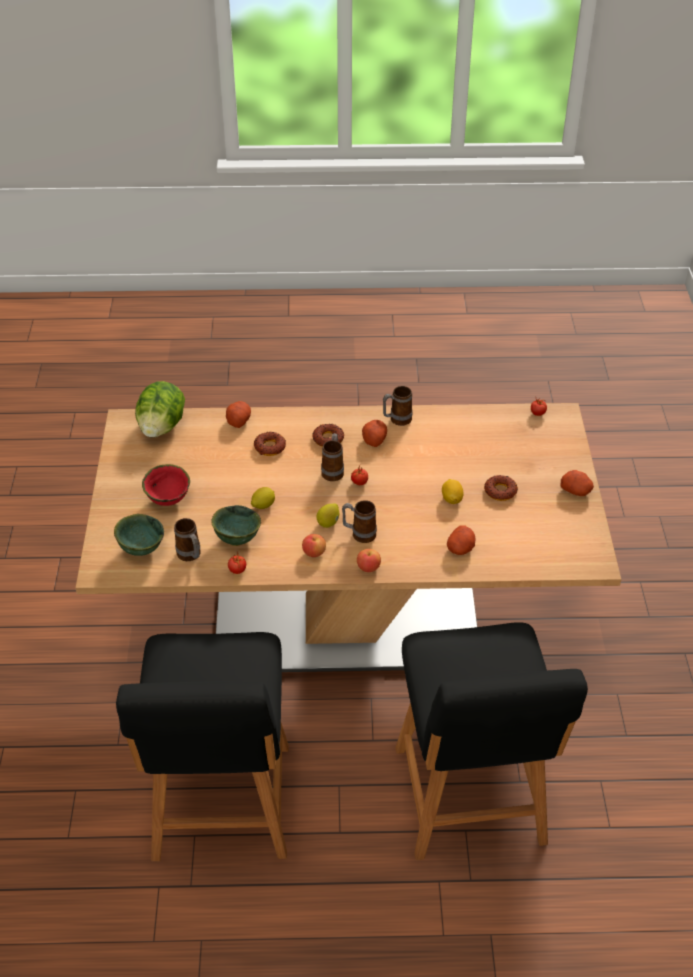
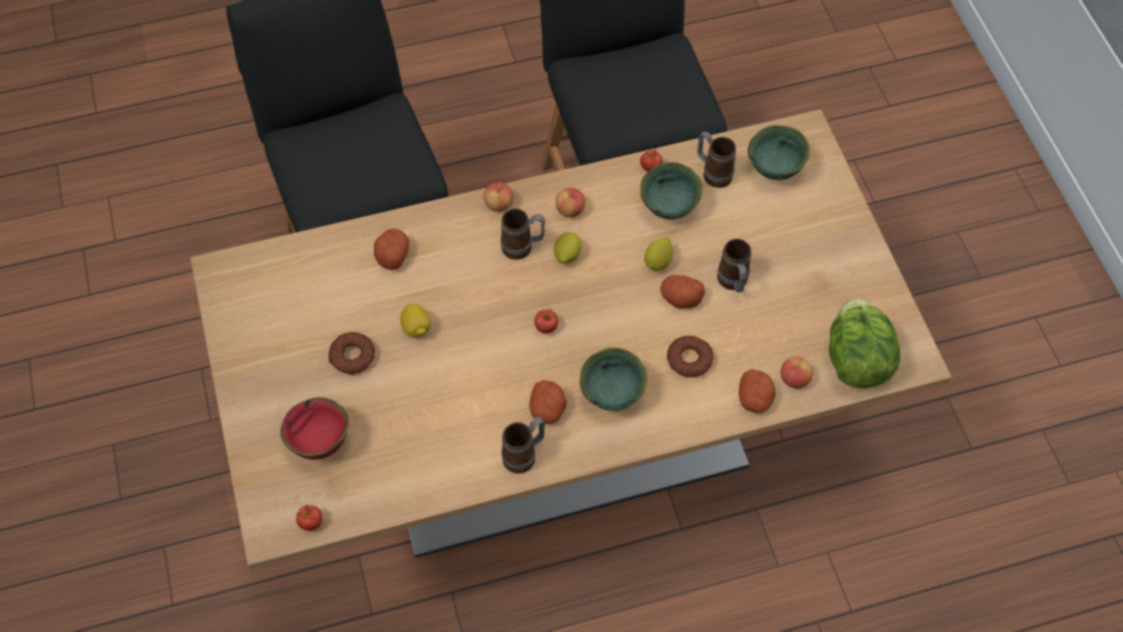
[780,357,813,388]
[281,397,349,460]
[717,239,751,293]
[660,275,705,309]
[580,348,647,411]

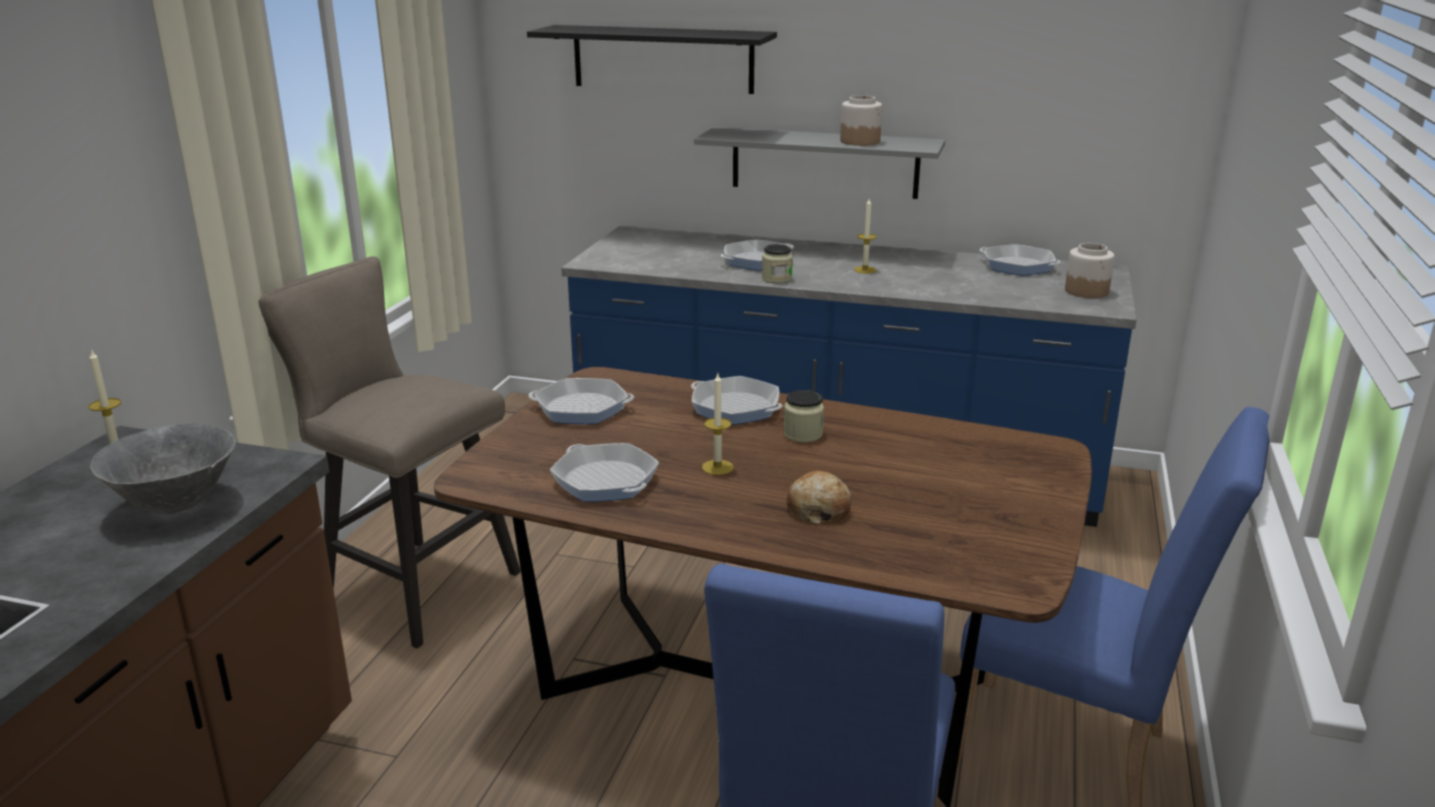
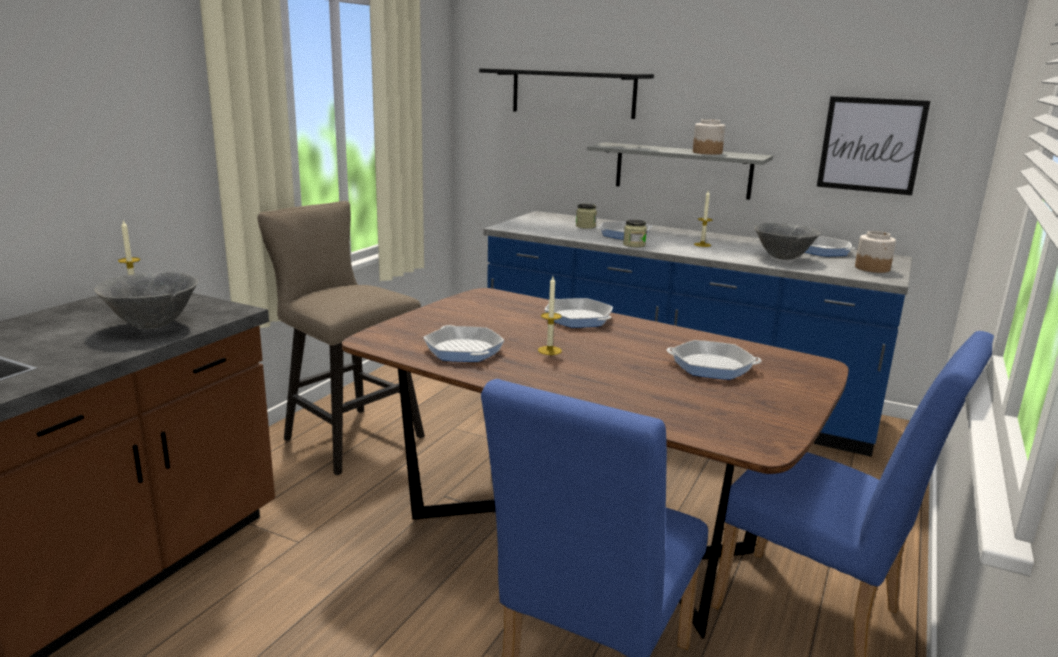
[786,471,851,524] (first image)
[754,223,821,260]
[817,96,930,195]
[667,340,762,380]
[576,204,597,229]

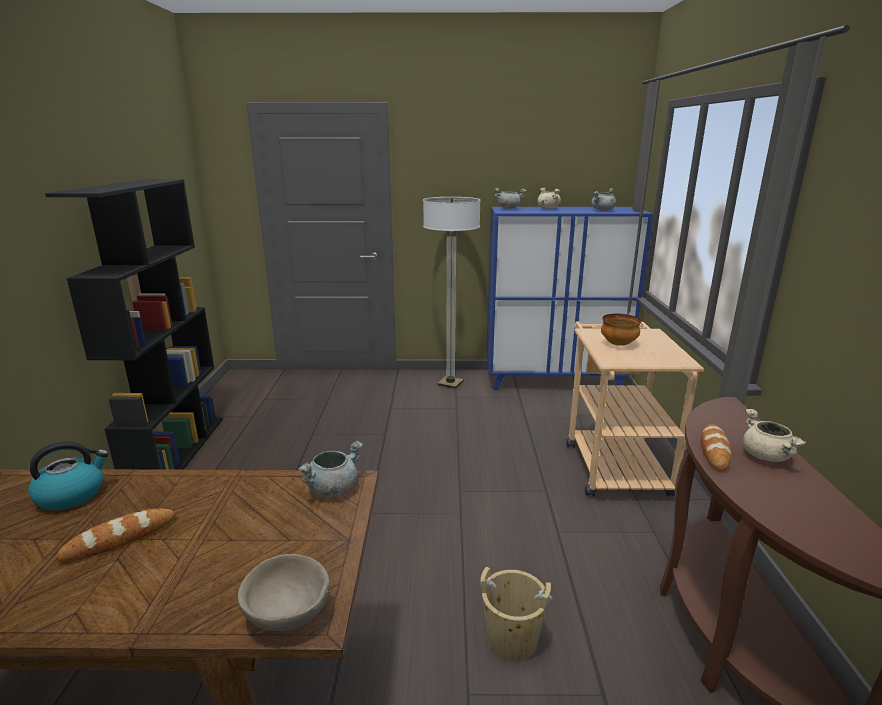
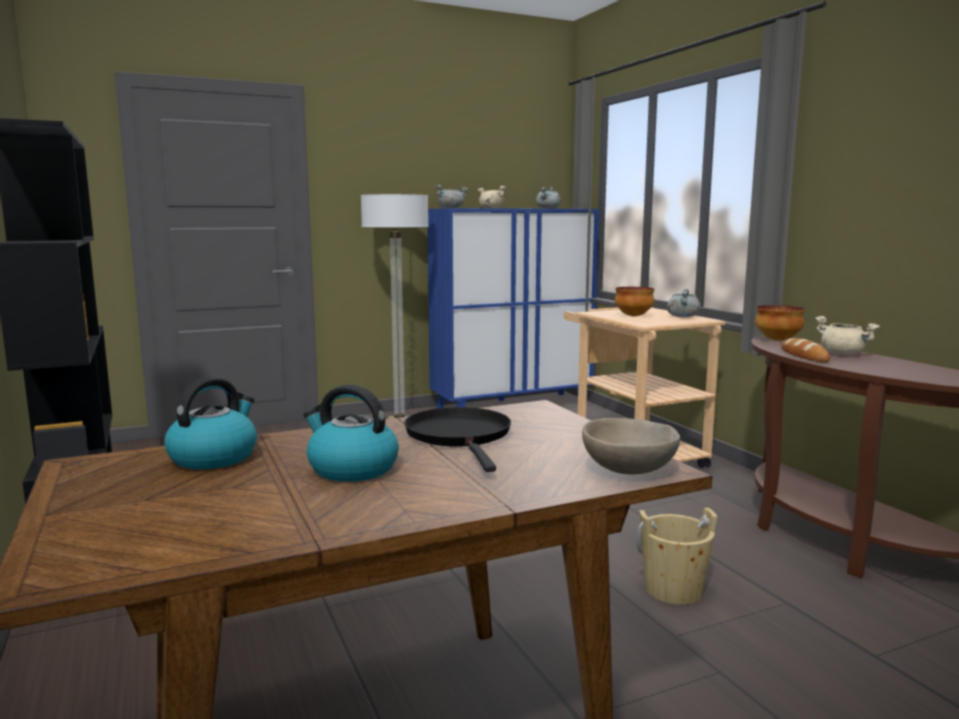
[404,407,511,472]
[755,305,805,341]
[667,289,701,317]
[303,385,399,482]

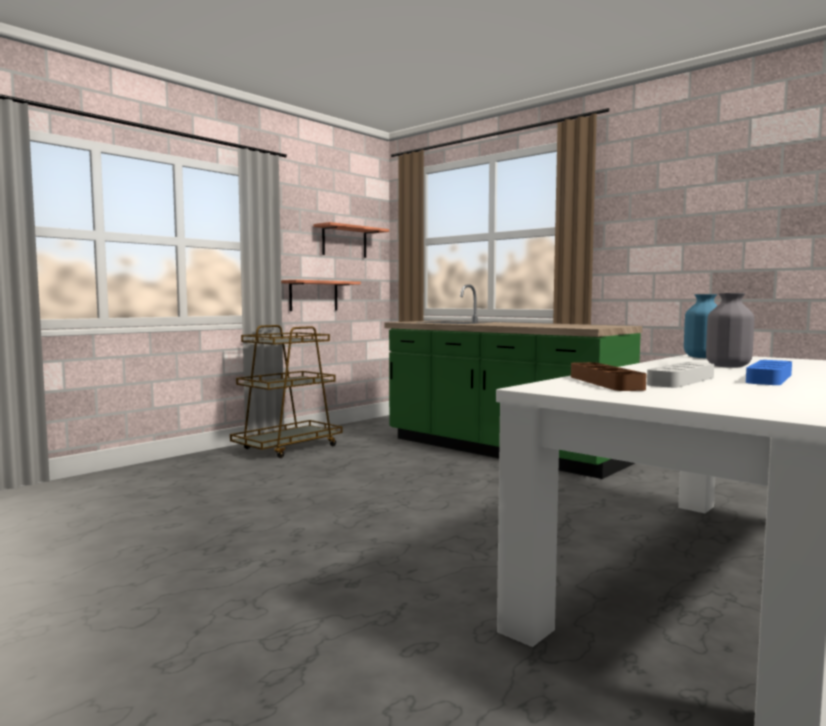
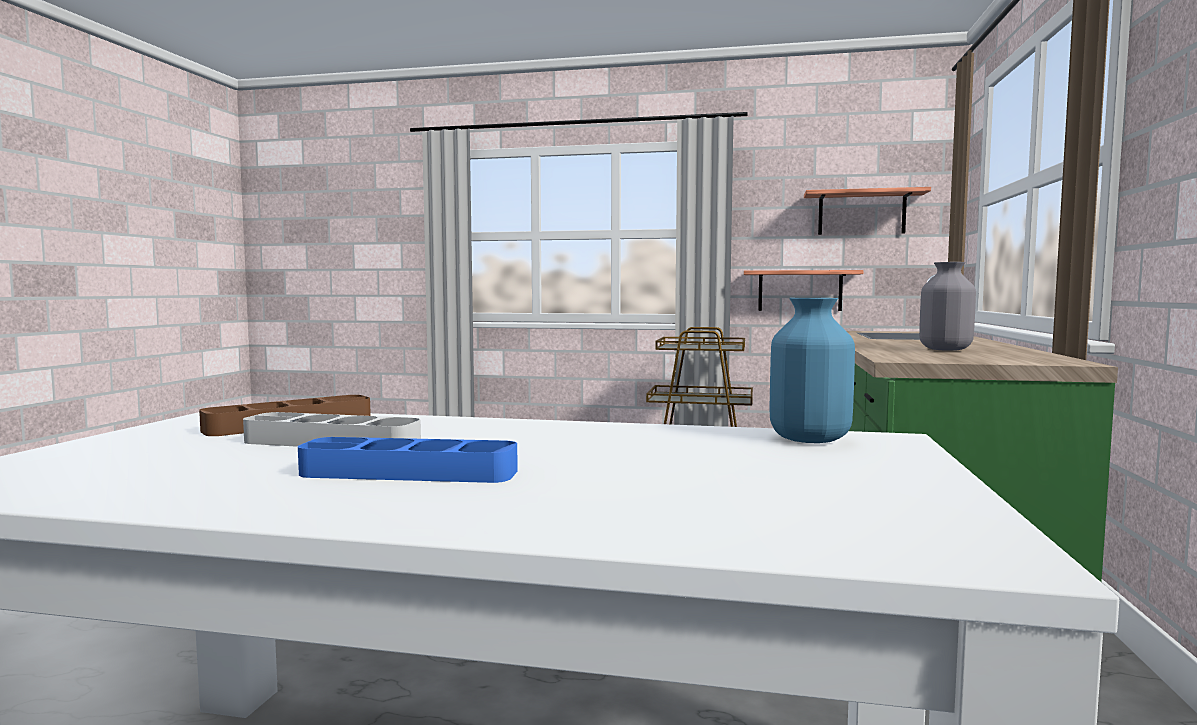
[919,262,976,351]

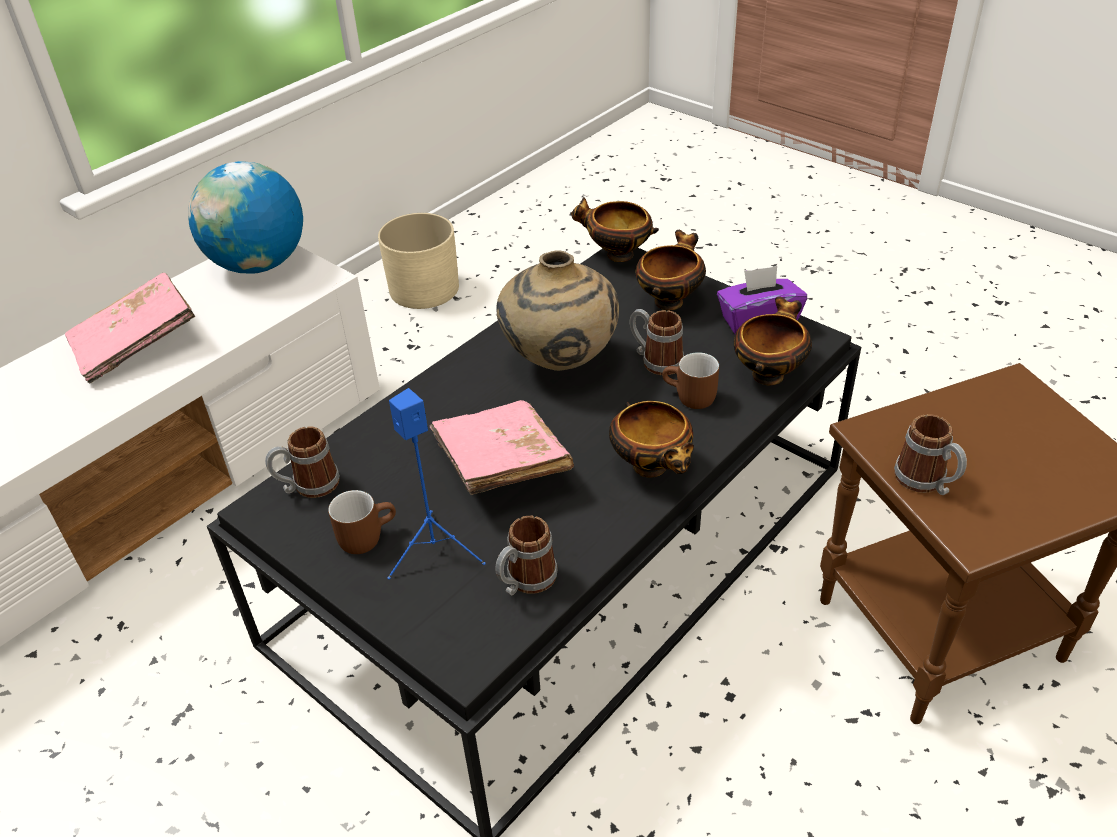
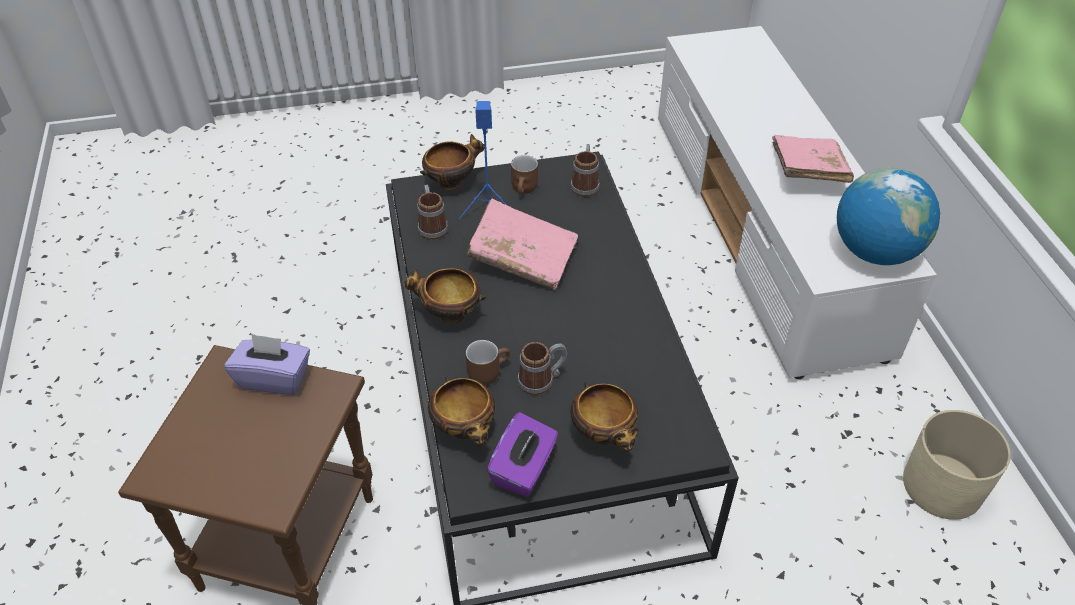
[497,250,619,371] (first image)
[420,134,484,191]
[224,333,310,395]

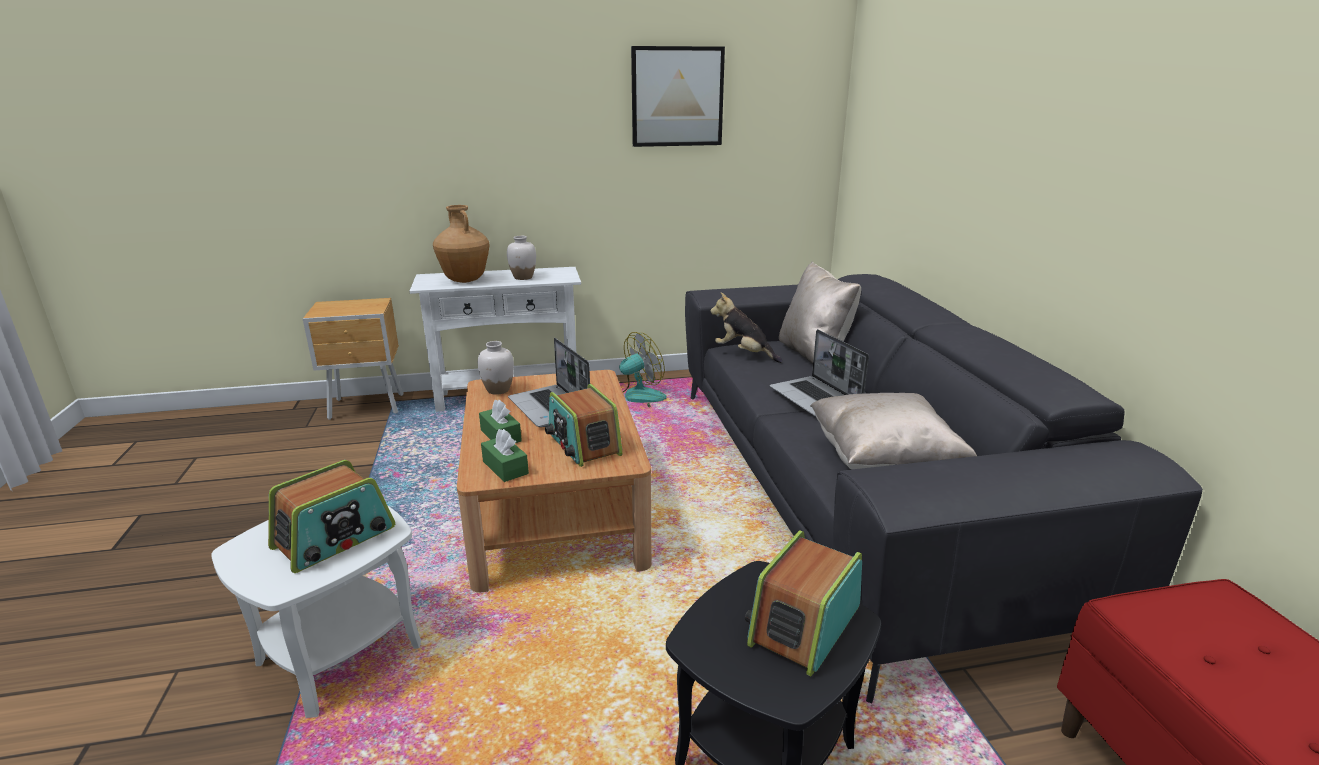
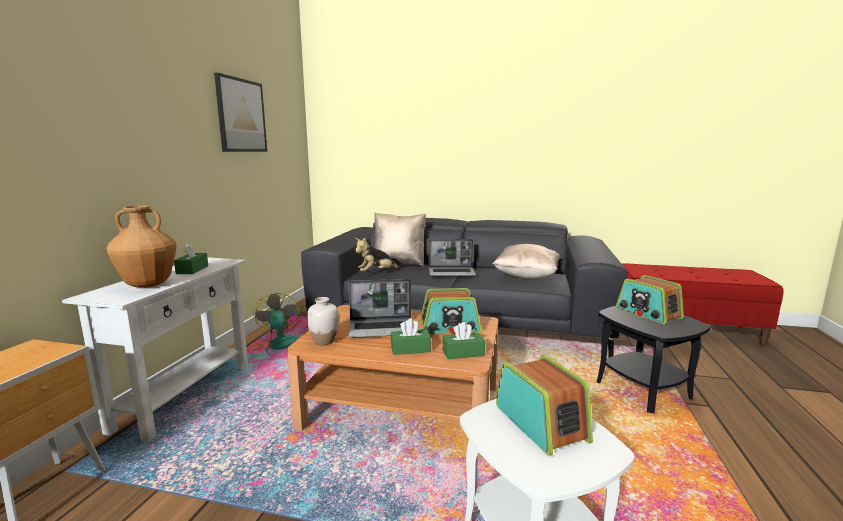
[174,243,208,274]

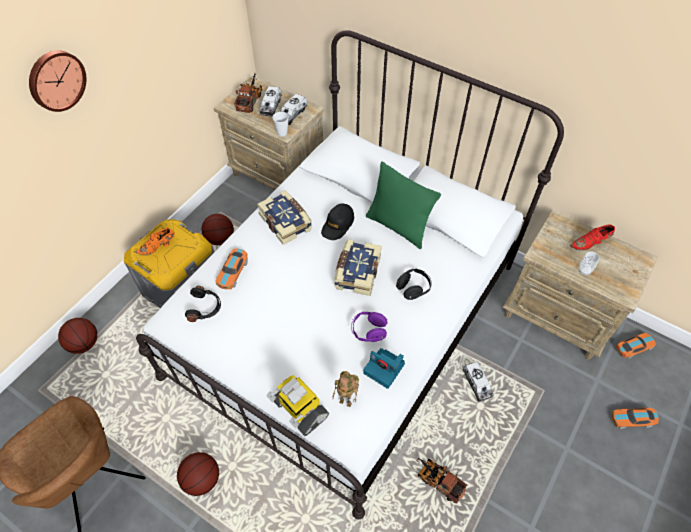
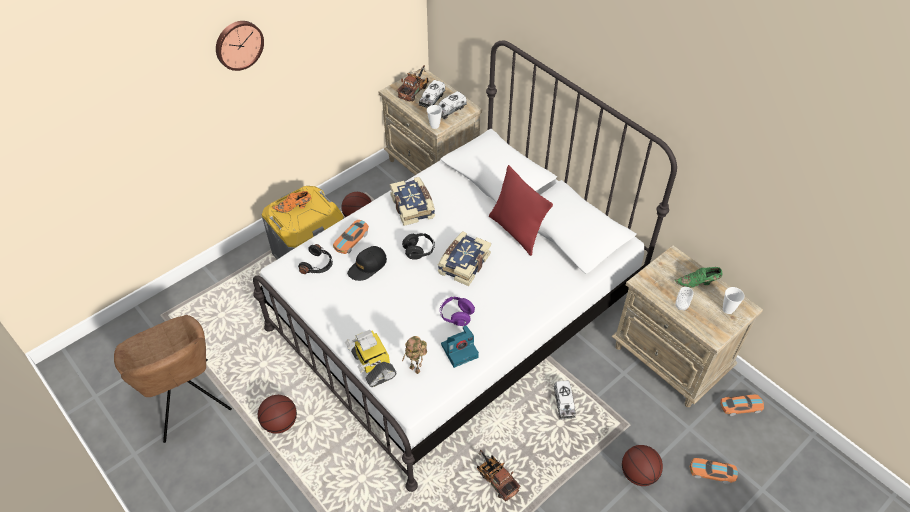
[723,287,745,314]
[622,445,663,486]
[347,246,387,281]
[402,233,435,260]
[489,165,553,256]
[674,267,723,288]
[441,325,479,368]

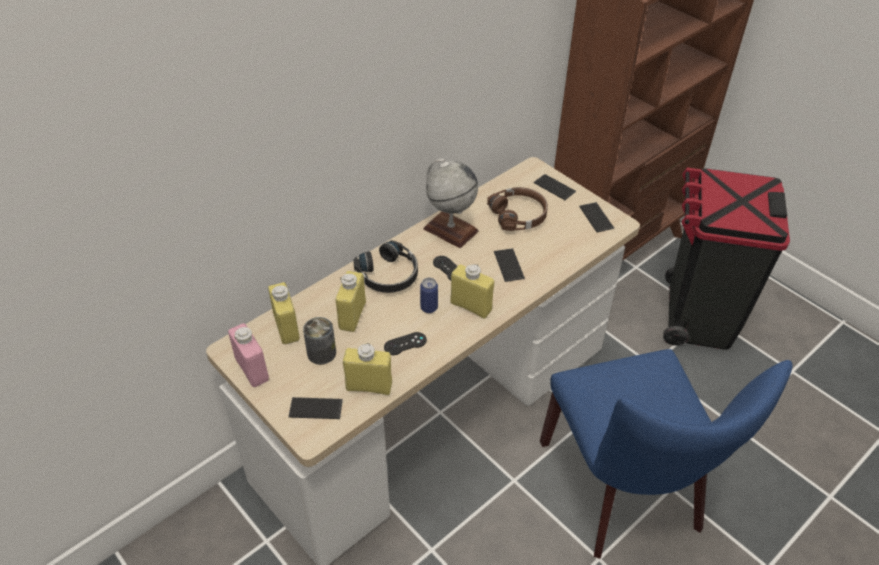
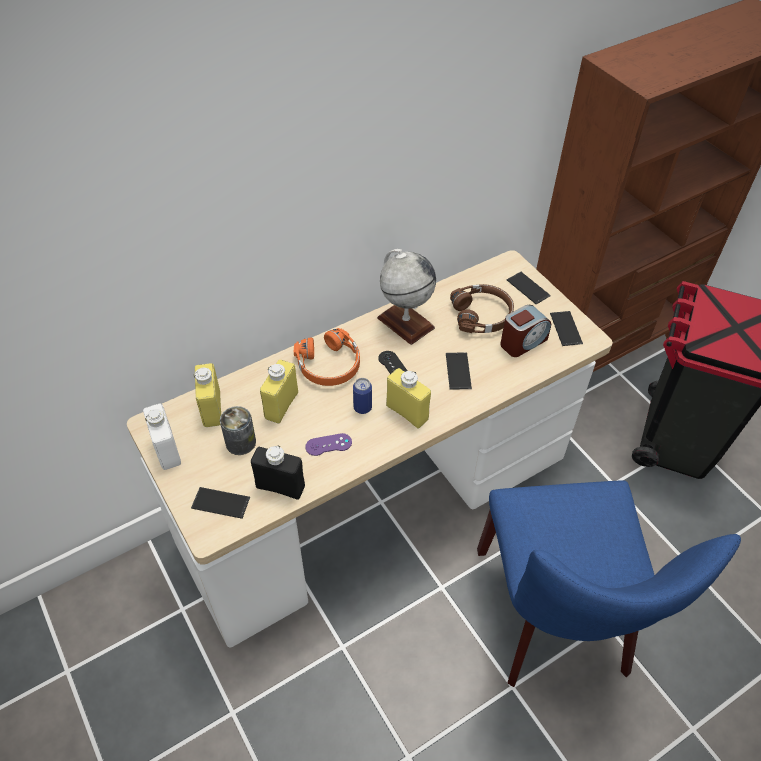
[500,305,551,357]
[143,403,181,470]
[251,445,305,500]
[294,328,360,386]
[305,433,352,456]

